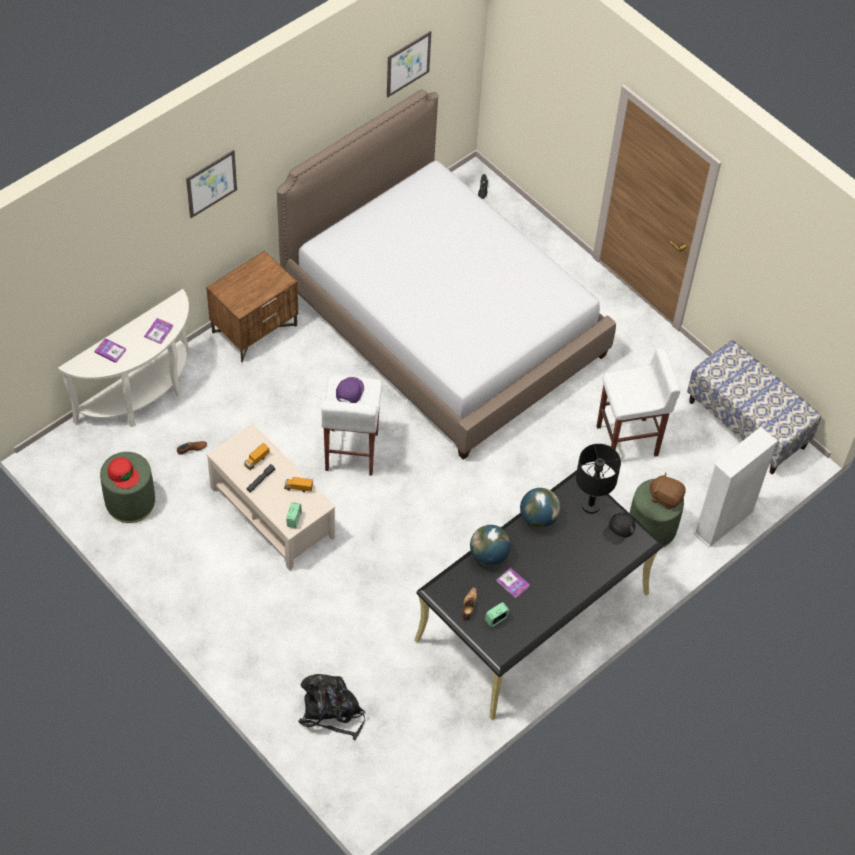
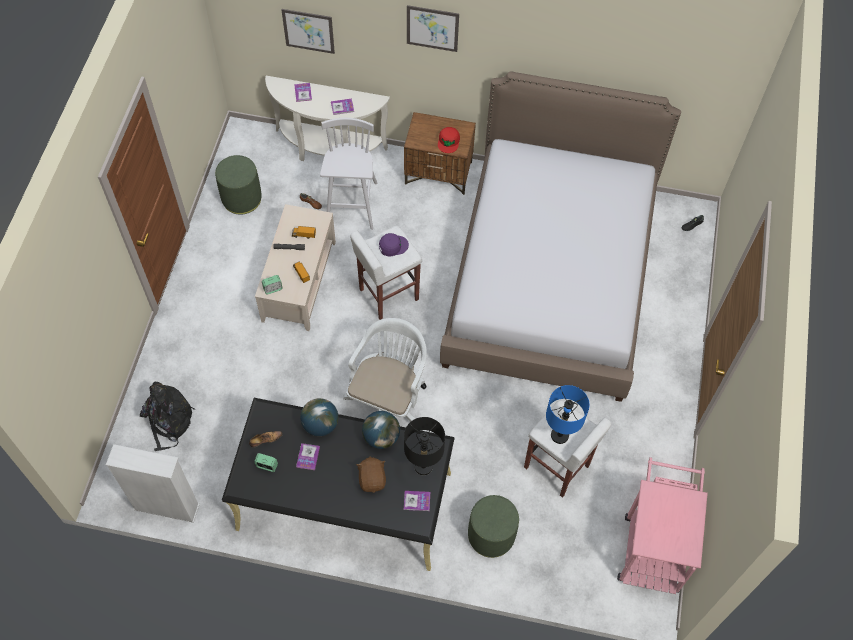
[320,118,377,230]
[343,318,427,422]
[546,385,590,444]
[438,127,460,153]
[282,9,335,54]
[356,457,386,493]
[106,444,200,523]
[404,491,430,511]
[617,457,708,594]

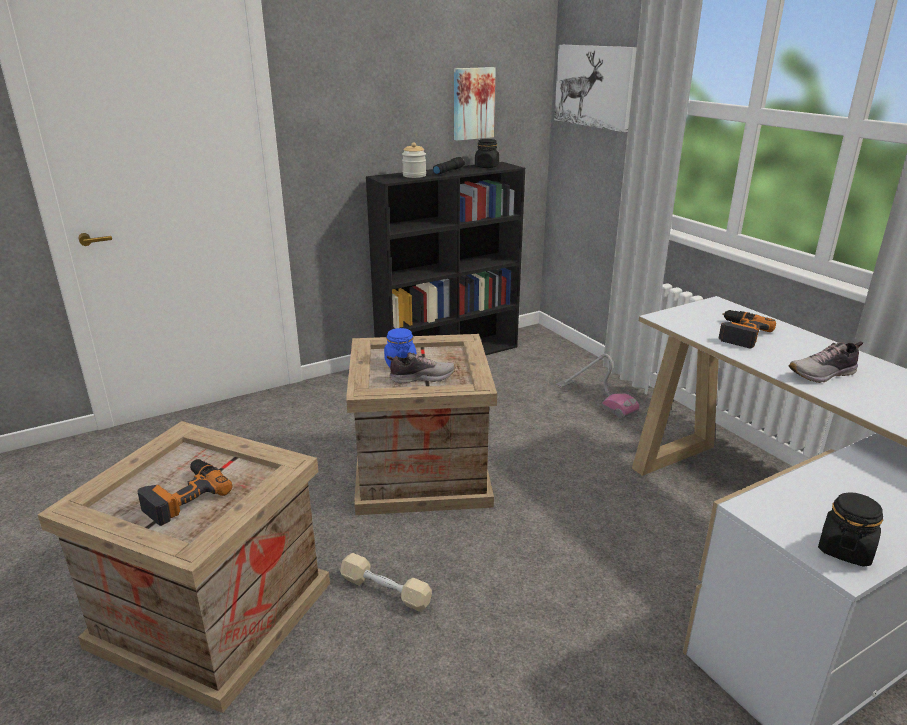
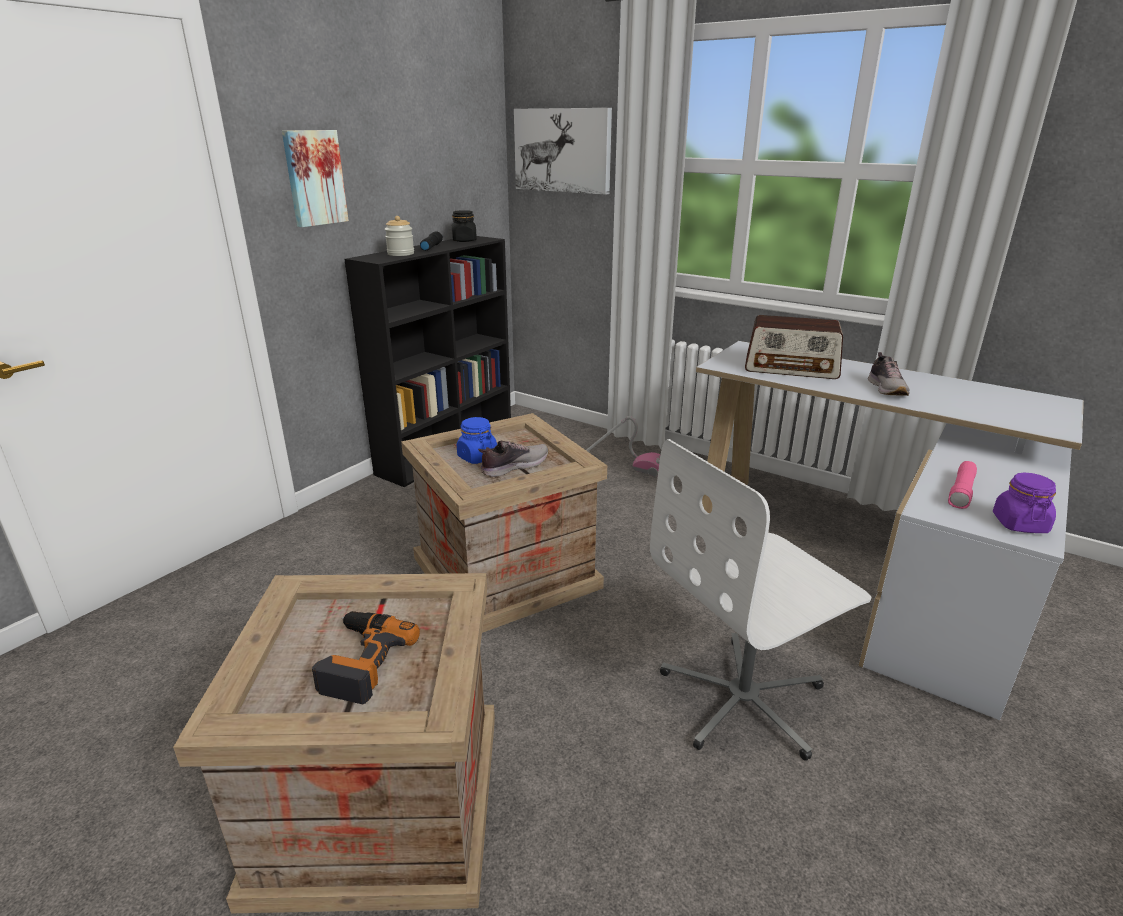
[340,553,432,612] (first image)
[650,439,871,761]
[948,461,977,509]
[282,130,349,227]
[745,315,843,379]
[993,473,1056,533]
[868,352,910,396]

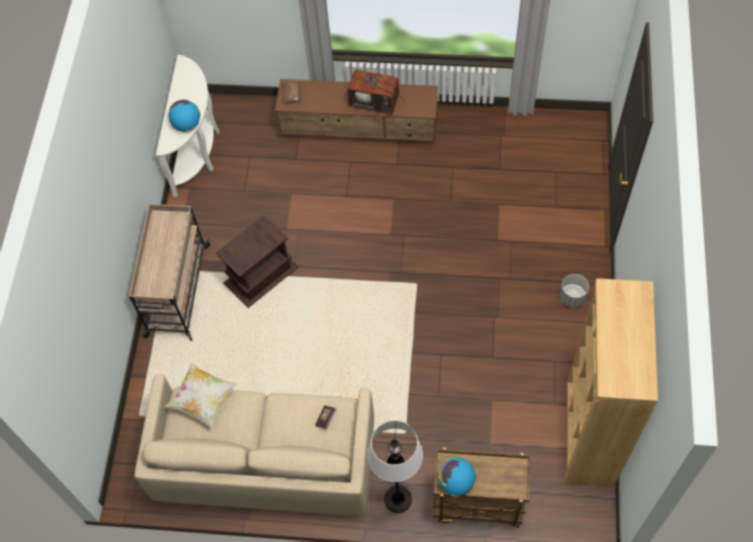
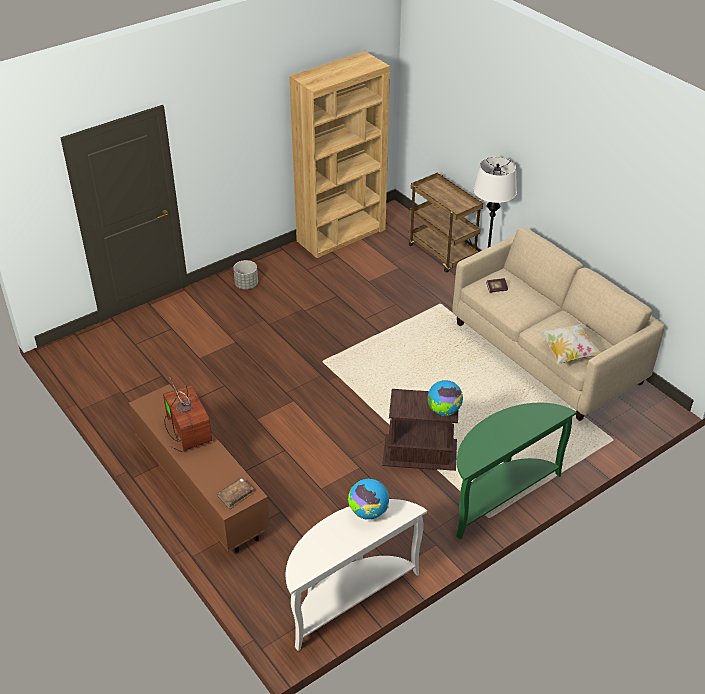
[427,380,463,416]
[457,403,577,539]

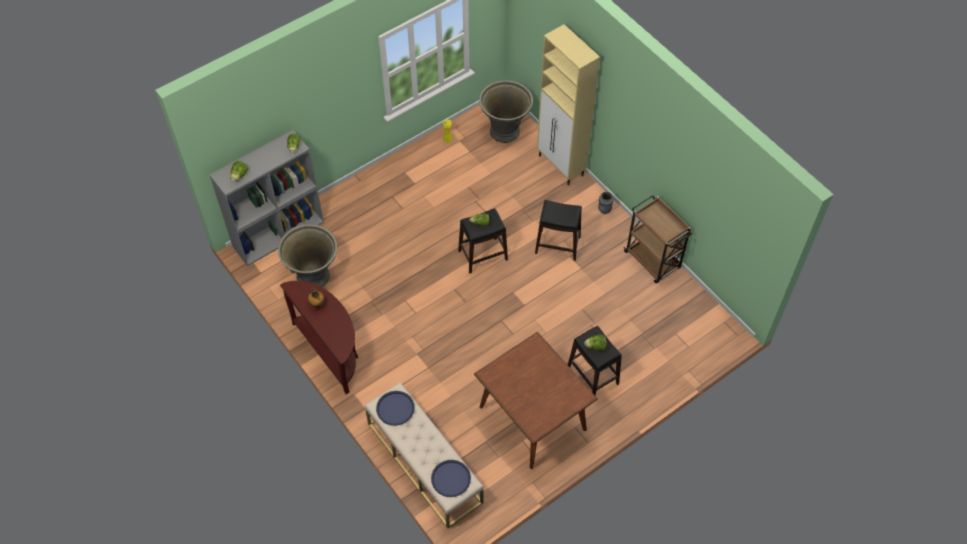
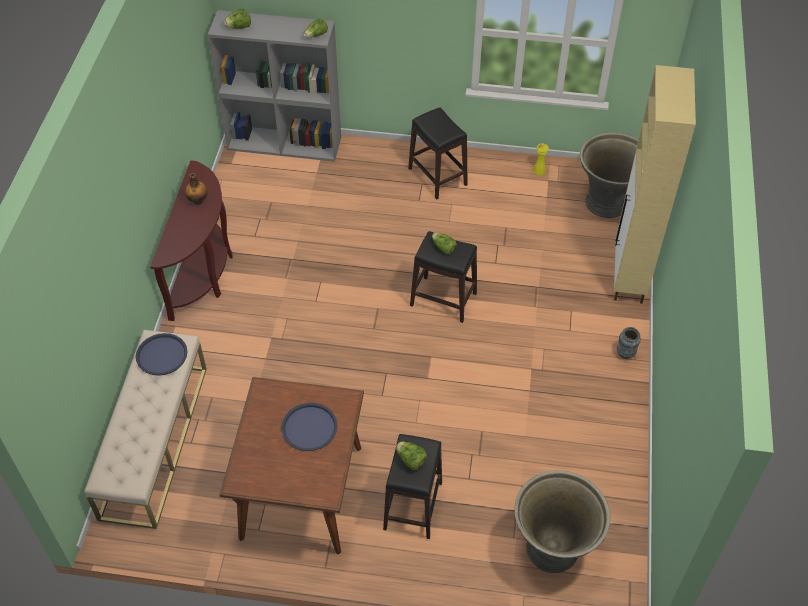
[623,195,692,284] (first image)
[514,471,610,573]
[282,403,338,451]
[408,108,468,200]

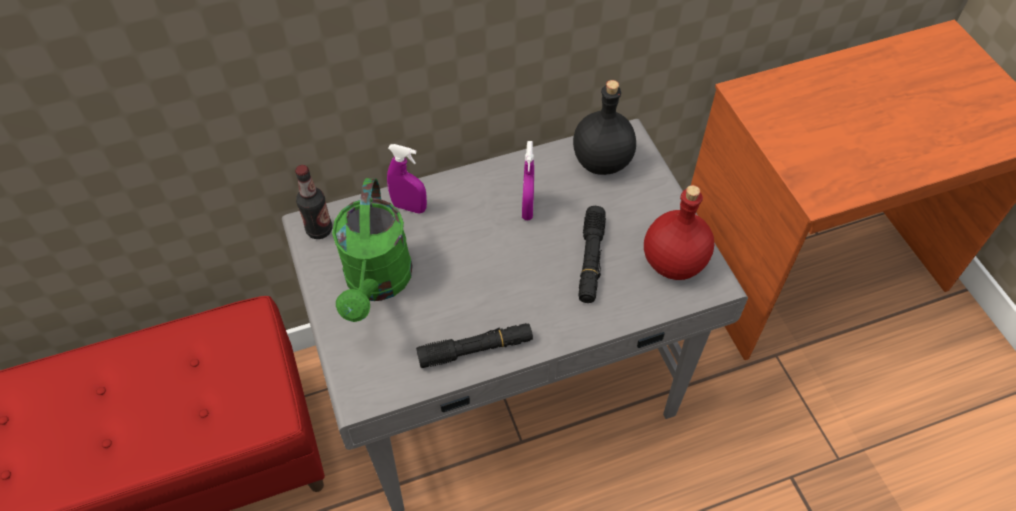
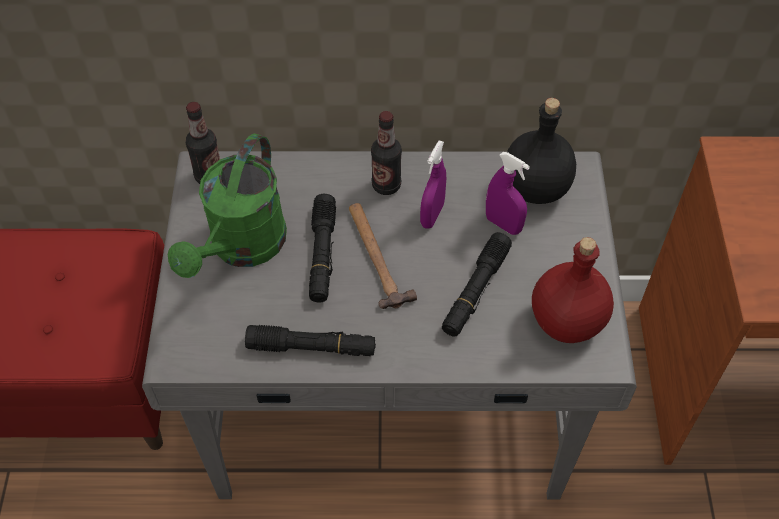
[309,194,336,302]
[349,203,417,309]
[371,111,402,195]
[486,152,530,235]

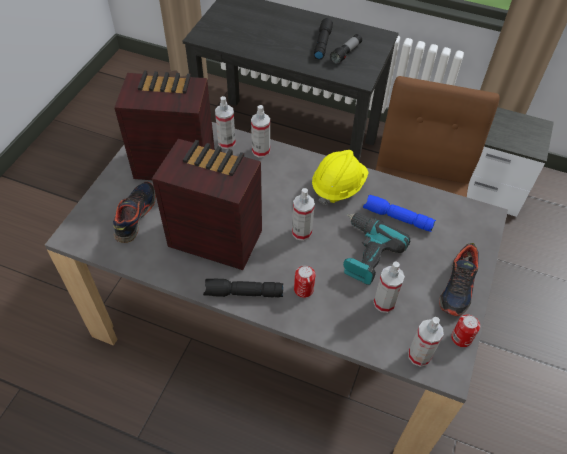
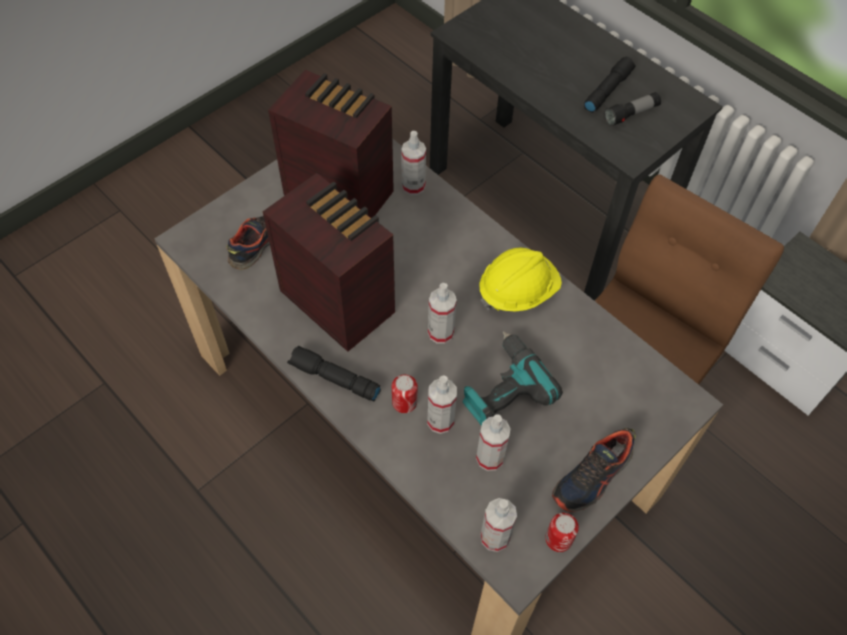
[363,195,436,232] (first image)
[427,375,457,434]

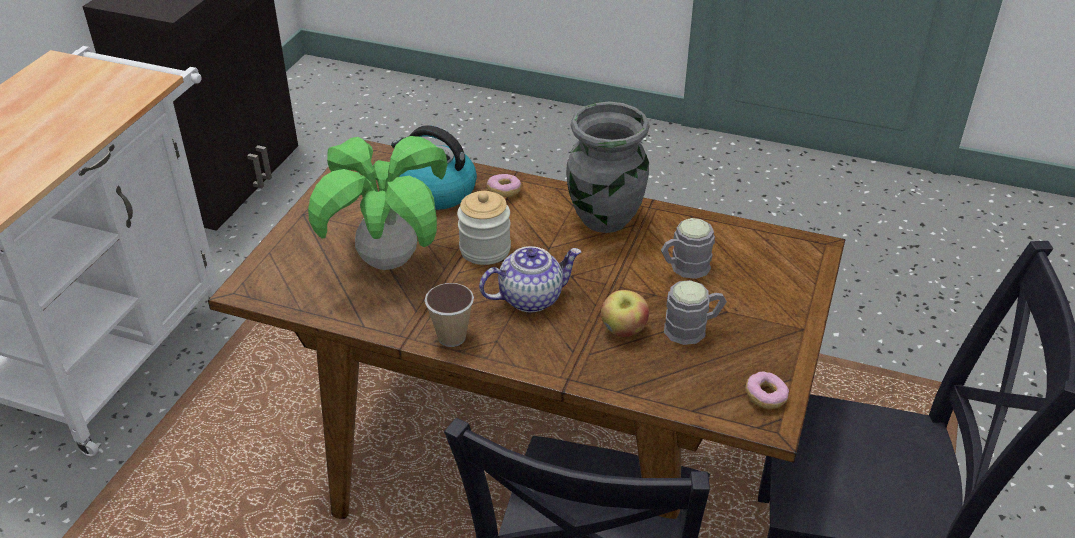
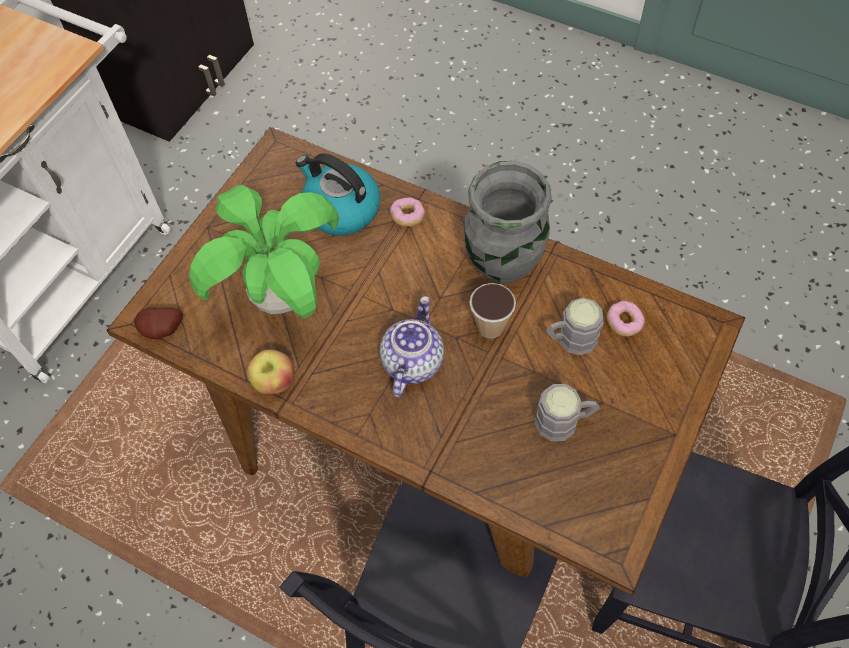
[457,191,511,265] (first image)
[134,307,183,339]
[469,283,516,339]
[247,349,295,395]
[606,301,645,337]
[380,296,444,398]

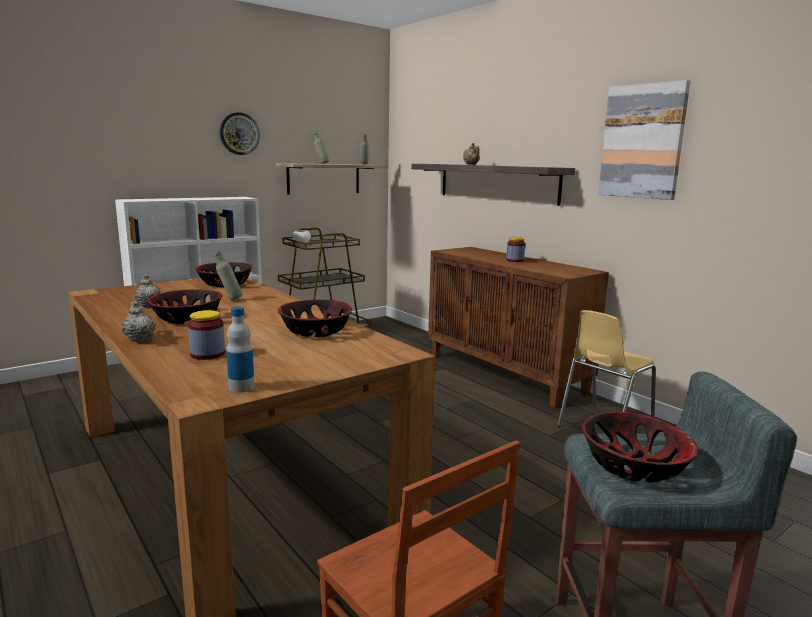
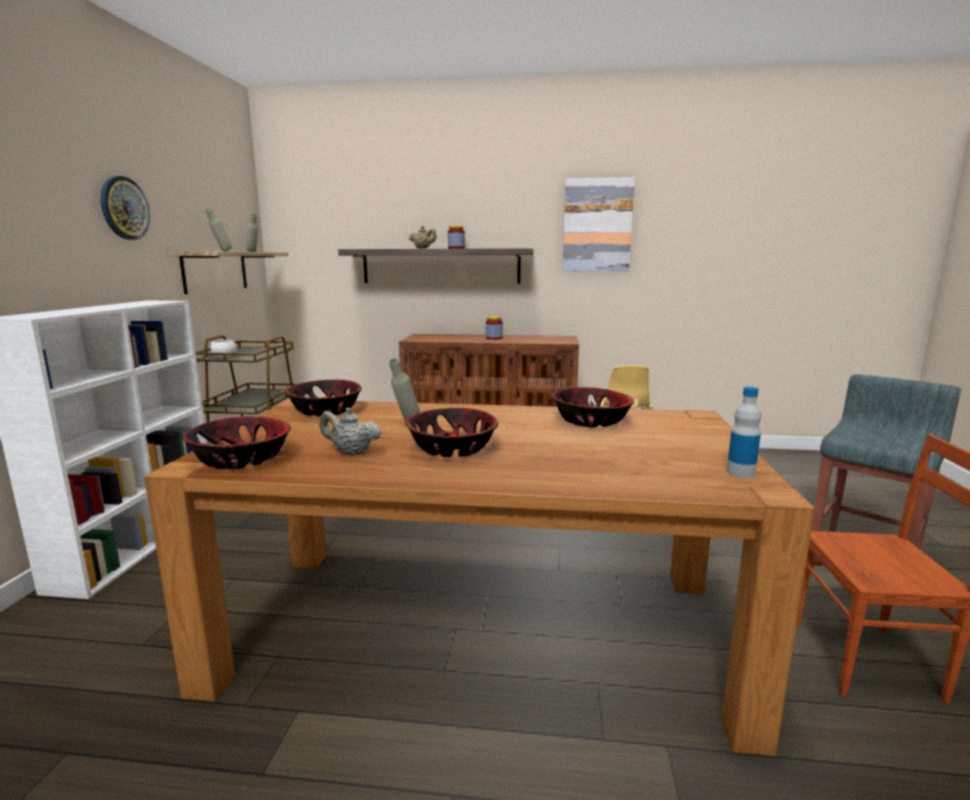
[122,301,156,342] (first image)
[448,226,465,249]
[182,416,291,469]

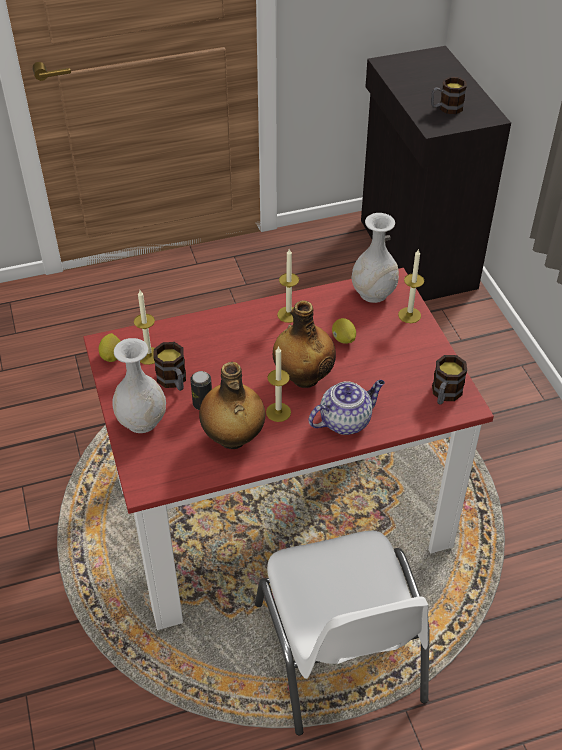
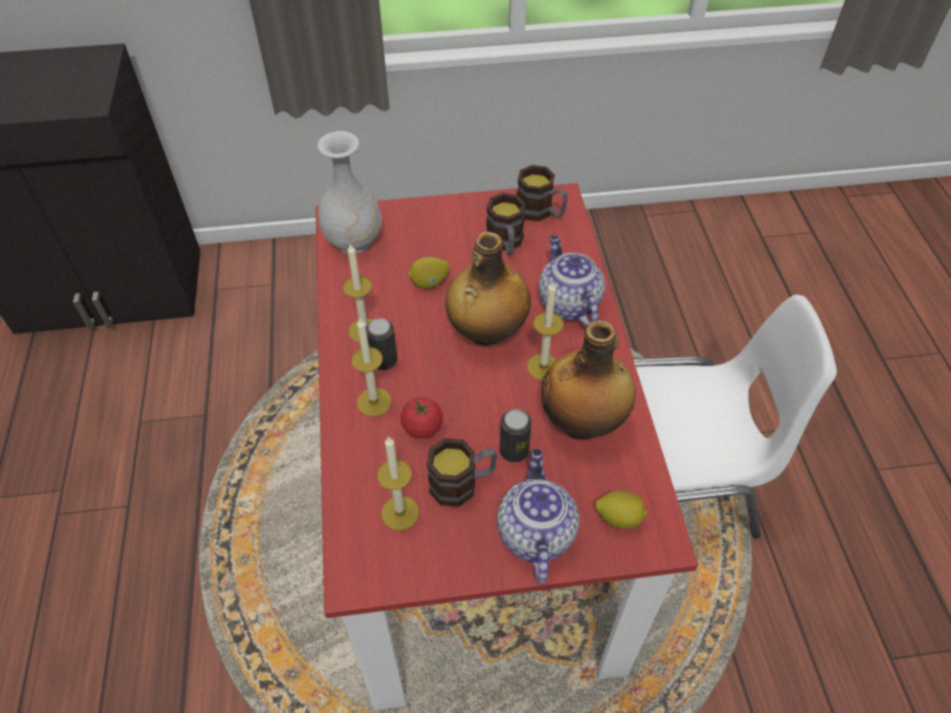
[366,318,397,370]
[401,397,443,438]
[596,490,648,529]
[351,319,391,417]
[486,193,526,255]
[497,449,579,583]

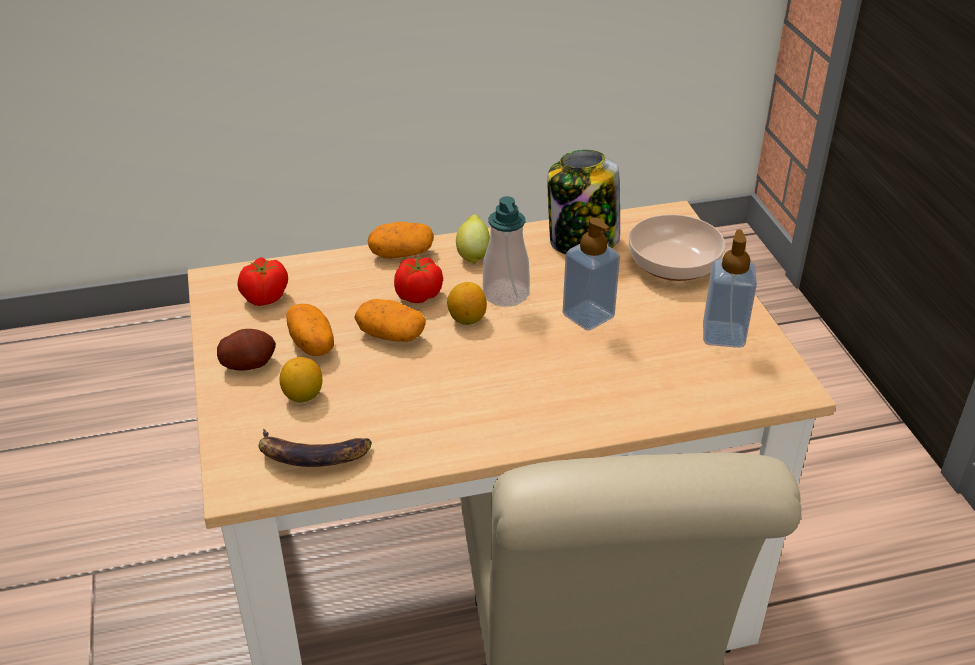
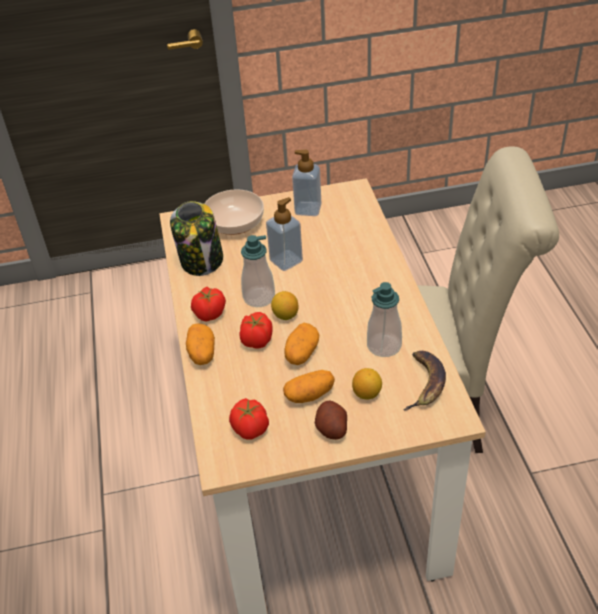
[367,282,402,357]
[191,287,226,322]

